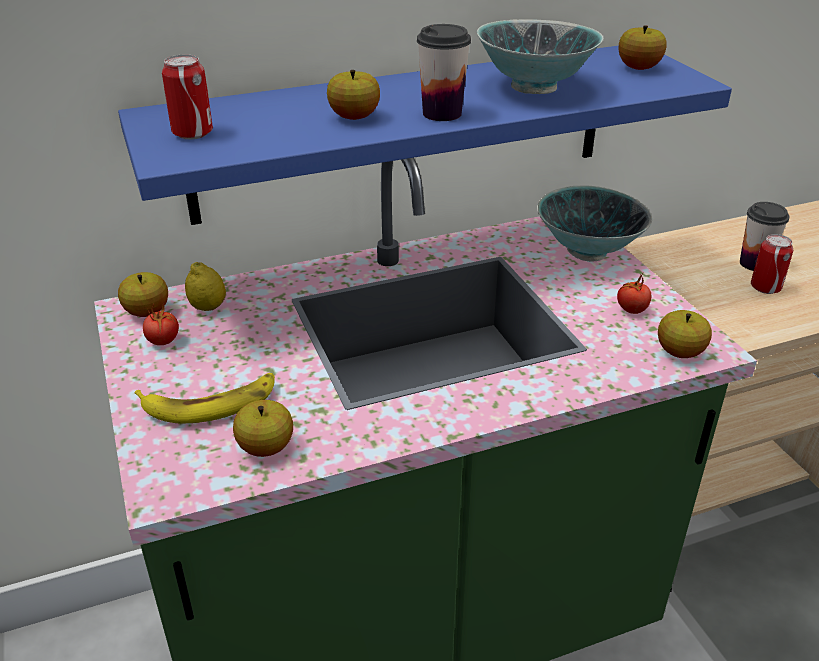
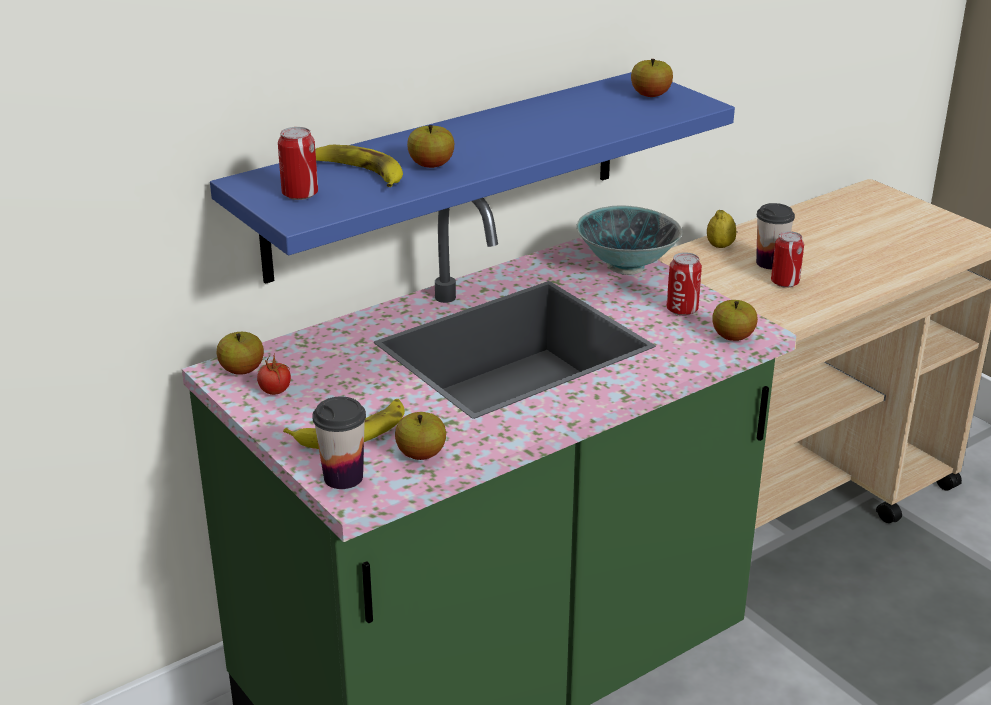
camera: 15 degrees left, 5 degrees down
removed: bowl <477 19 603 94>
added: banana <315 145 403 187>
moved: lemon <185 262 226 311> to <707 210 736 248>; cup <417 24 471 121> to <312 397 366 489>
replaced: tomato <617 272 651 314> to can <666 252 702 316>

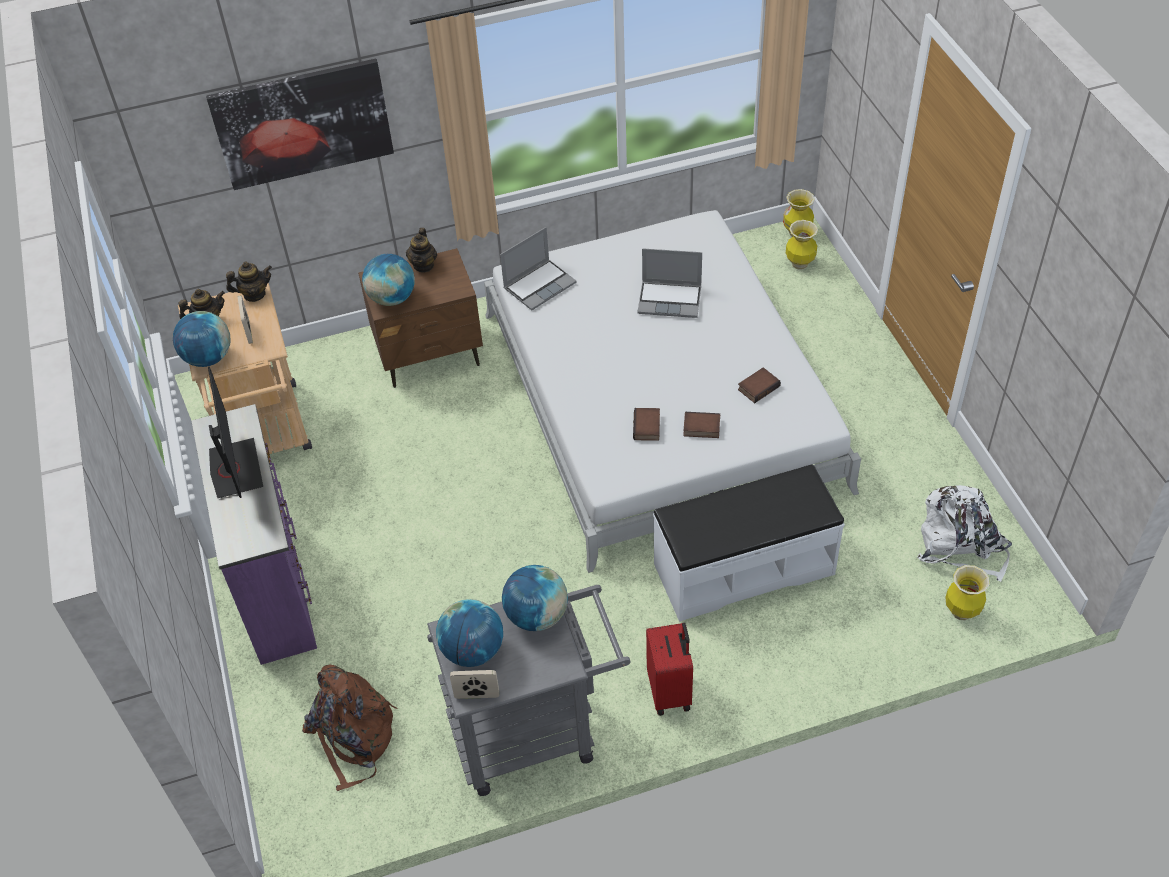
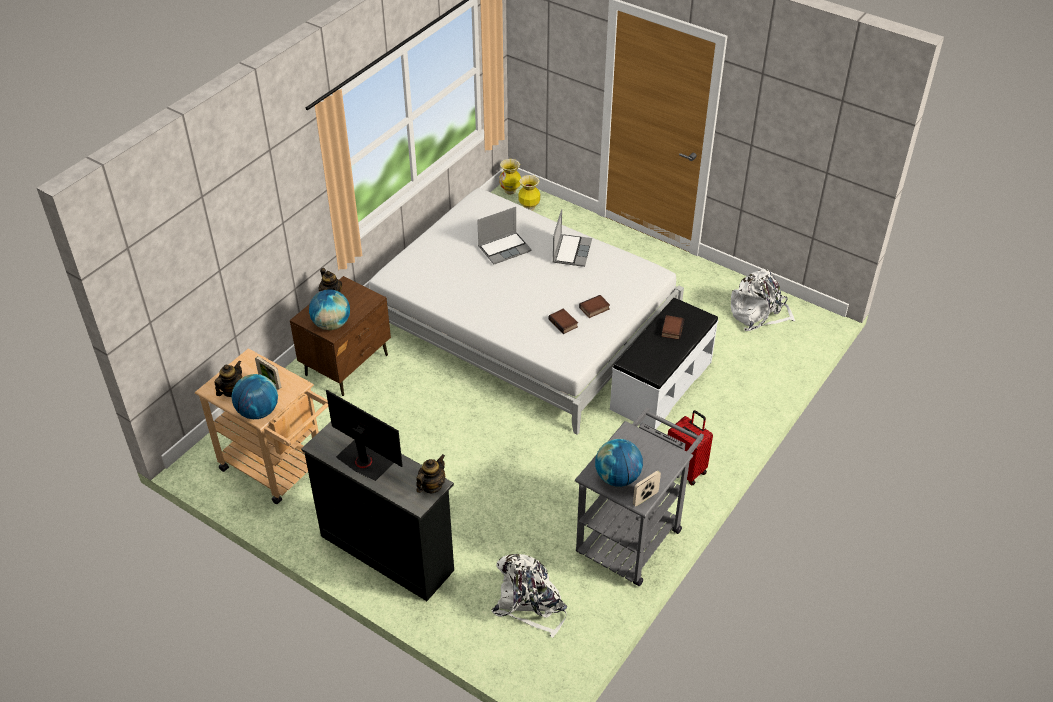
camera: 40 degrees left, 5 degrees down
removed: picture <206 59 394 190>; globe <502 565 568 631>; vase <946 565 990 620>
moved: teapot <226 262 272 302> to <416 454 445 493>; laptop <500 227 577 310> to <553 209 592 267>; book <738 367 781 403> to <661 315 684 340>
recoloured: purple dresser <191 404 317 665> to black dresser <301 422 454 601>; brown backpack <302 665 397 791> to white backpack <491 554 567 638>

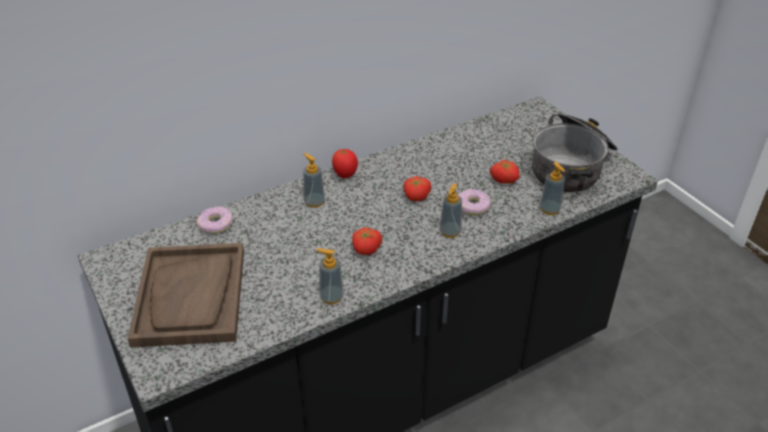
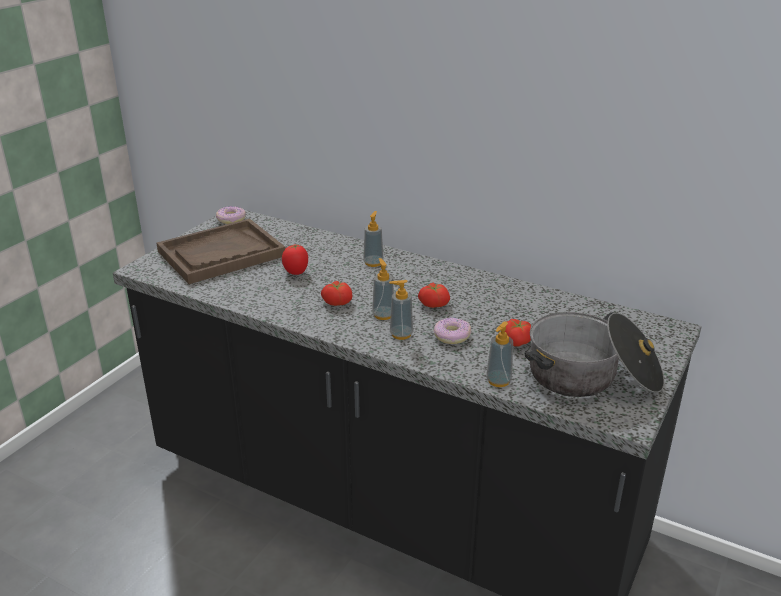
camera: 60 degrees right, 10 degrees down
moved: donut <197 207 233 234> to <216 206 246 224>; soap dispenser <316 248 344 304> to <372 258 394 320>; tomato <332 149 358 178> to <282 244 308 275>

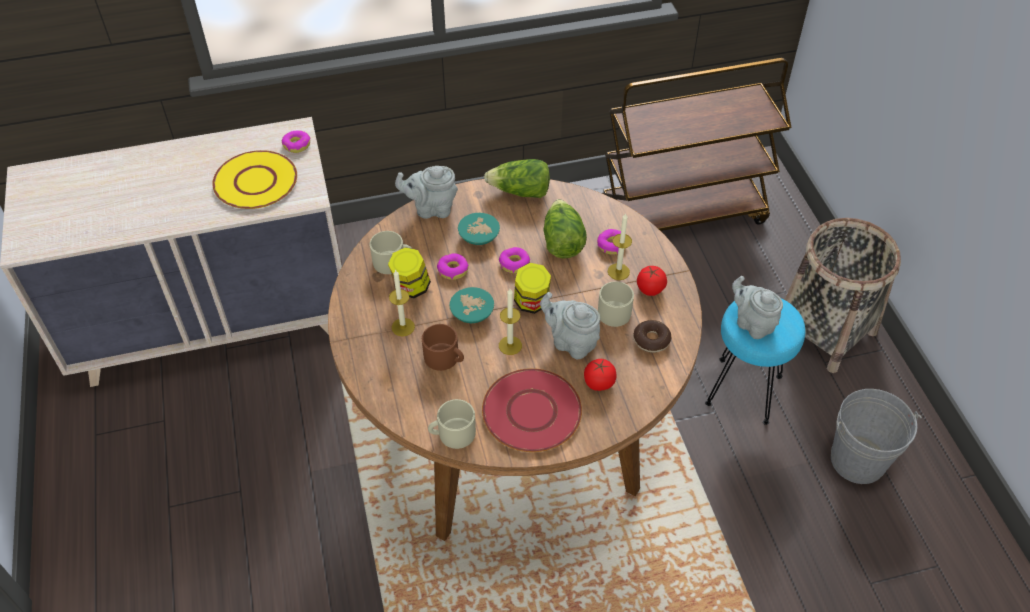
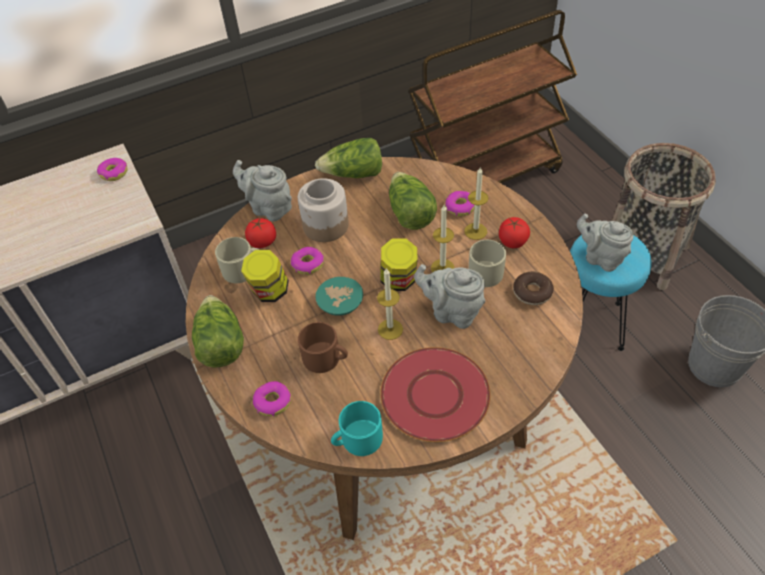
camera: 10 degrees left, 0 degrees up
removed: yellow plate <212 150 297 209>
added: lettuce <192 295 244 368>
moved: candle <389 269 415 336> to <431 205 454 273>; donut <499 247 530 273> to <253 381 291 416>; tomato <584 359 617 391> to <245 218 276 248>
replaced: turquoise bowl <458 213 500 245> to jar <298 178 349 242>
recoloured: beige mug <428 399 476 449> to turquoise mug <331 401 383 456>
turned: grey teapot <395 166 458 219> = <233 160 292 222> 45 degrees clockwise

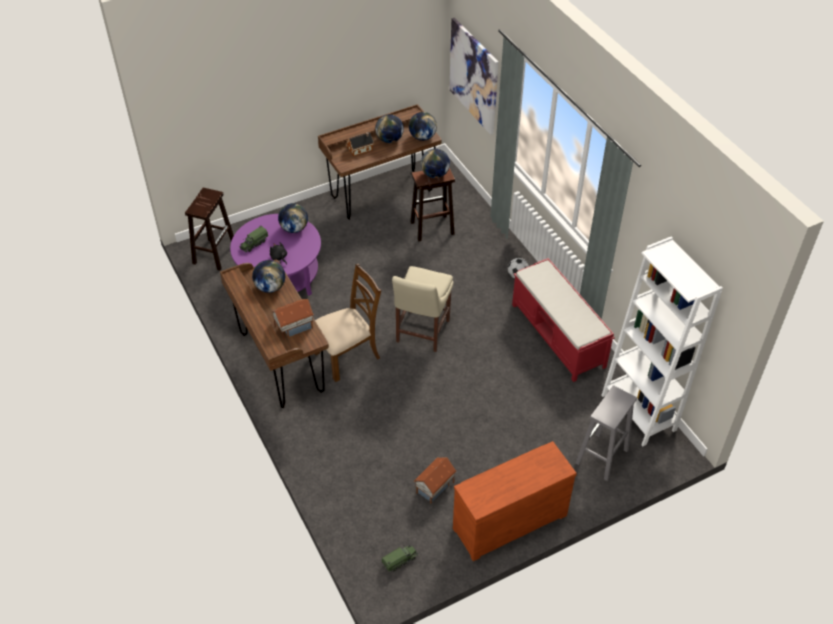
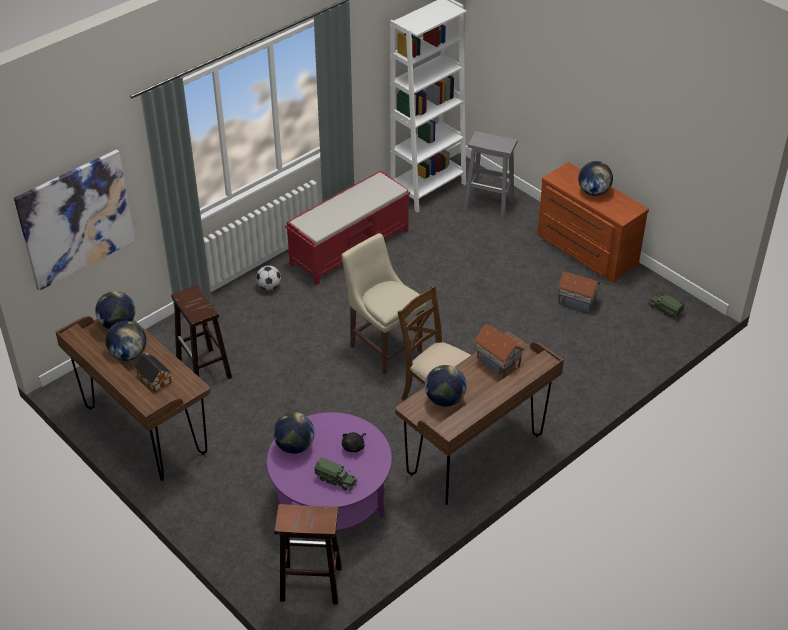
camera: 105 degrees left, 5 degrees down
moved: globe <421 149 450 178> to <578 161 613 196>
turned: beige chair <392 266 454 352> = <342 233 426 375> 135 degrees counterclockwise

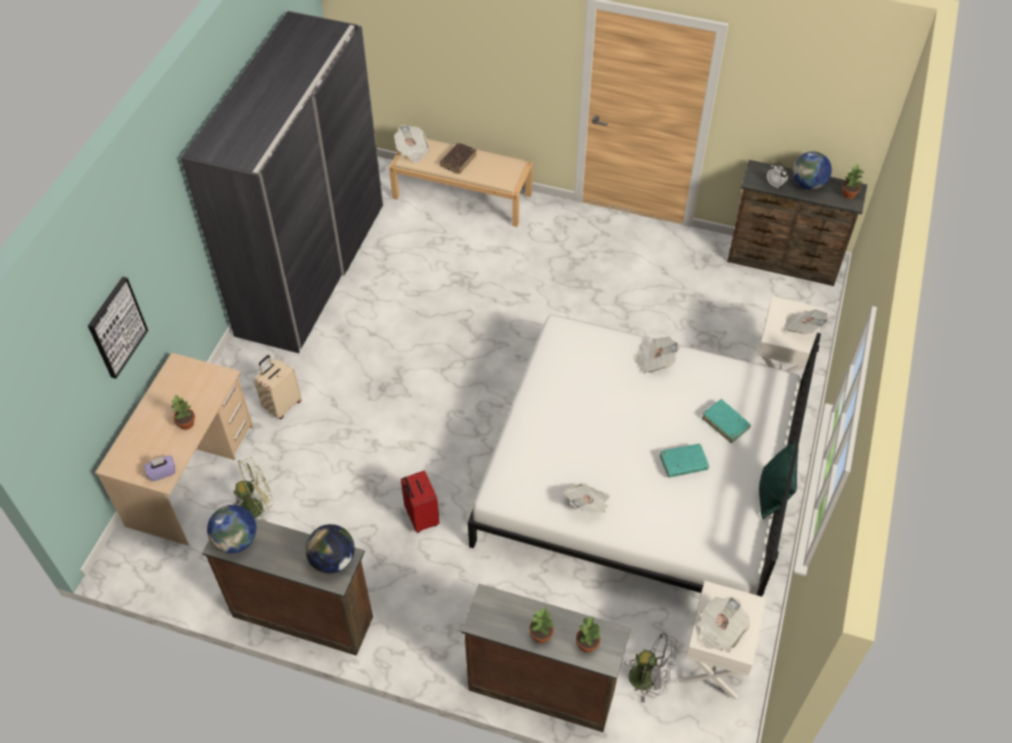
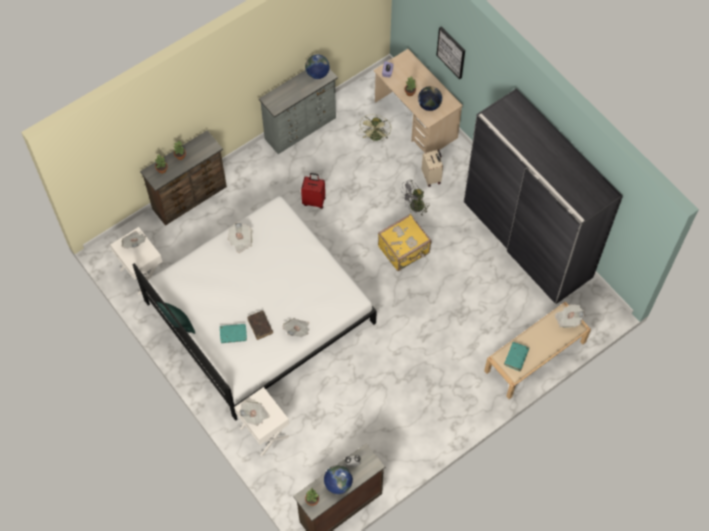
camera: 125 degrees right, 10 degrees up
added: yellow suitcase <378 214 432 271>
moved: globe <305 524 355 574> to <418 86 442 111>; brown book <440 143 476 174> to <247 311 273 340>; grey fan <625 633 677 703> to <401 180 430 215>; turquoise book <660 444 709 478> to <504 342 529 371>
recoloured: brown dresser <202 518 373 656> to grey dresser <259 69 338 154>

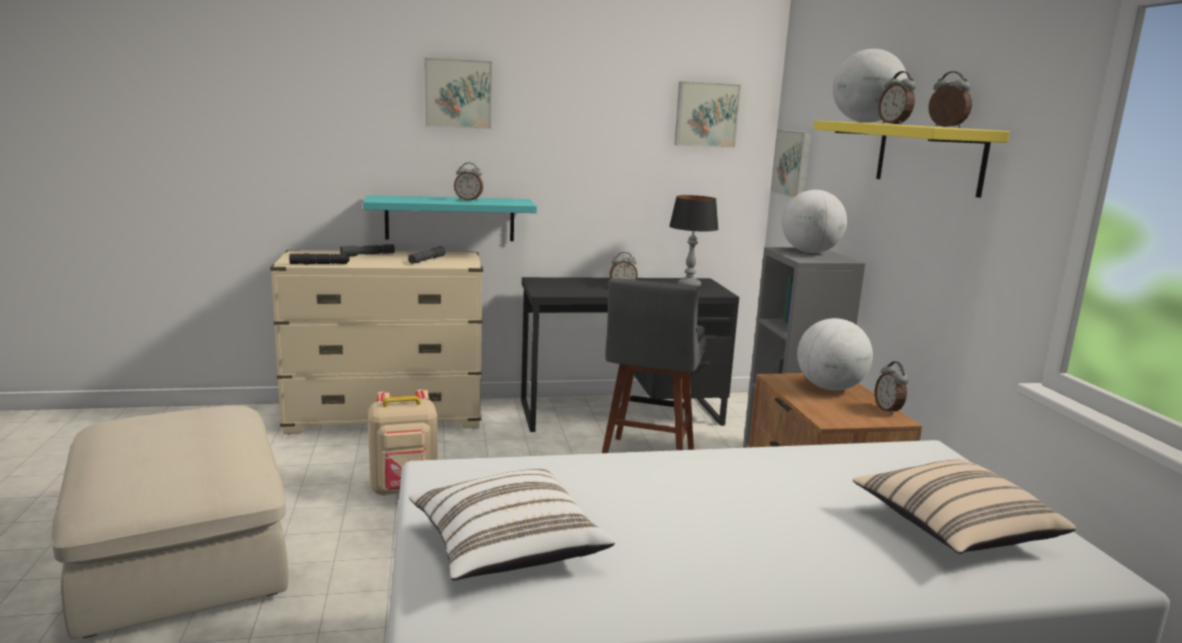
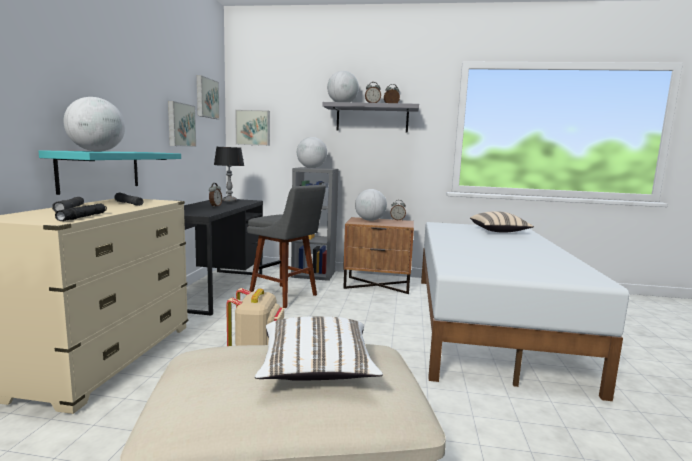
camera: 70 degrees left, 5 degrees down
removed: alarm clock <454 163 483 201>
added: globe <64 97 125 152>
moved: white pillow <409 469 615 581> to <255 317 383 381>; picture <424 57 492 129> to <168 101 196 147>
recoloured: yellow shelf <813 120 1010 198> to grey shelf <322 102 419 133>

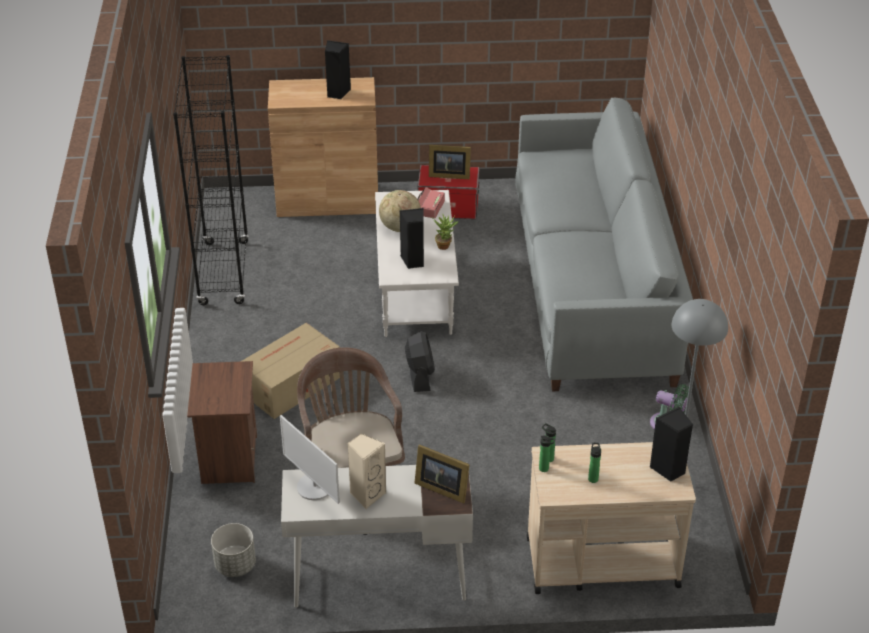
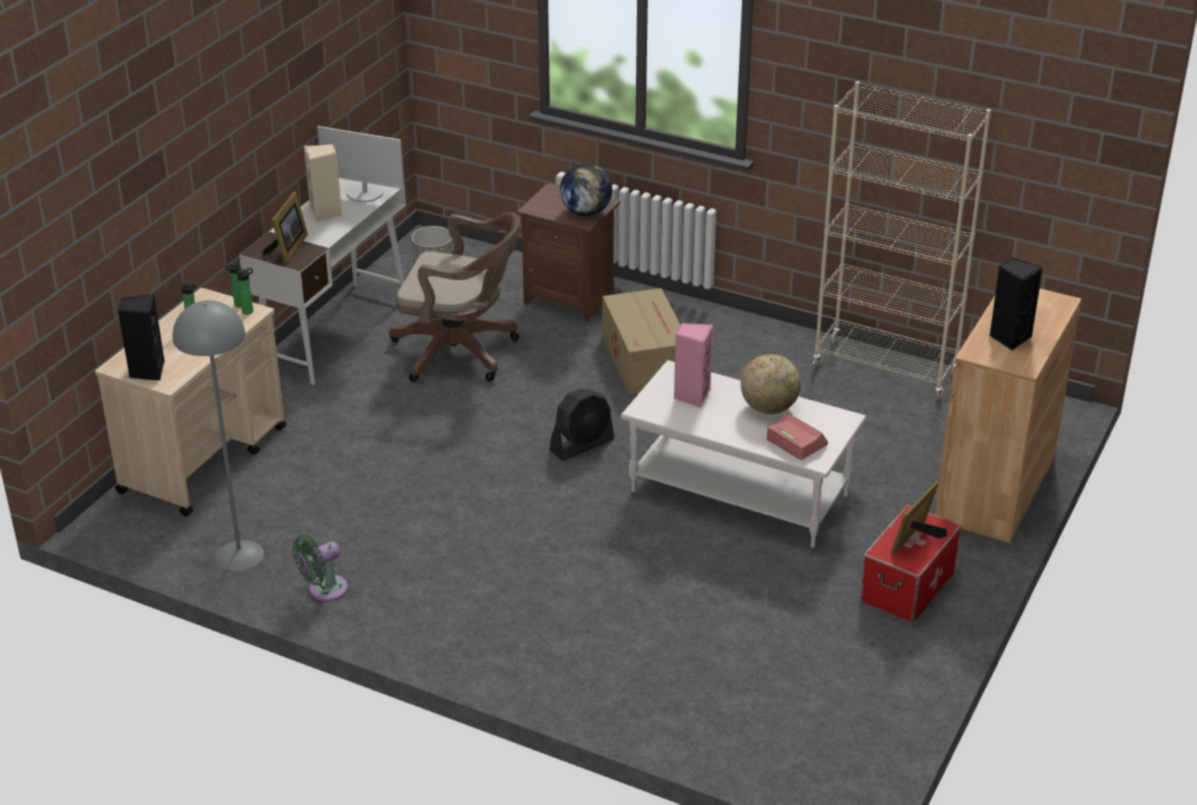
camera: 120 degrees right, 5 degrees down
removed: potted plant <431 214 459 250>; grey sofa <515 98 693 391>
added: globe <560 163 612 216>
recoloured: black bookcase <173 55 249 305> to beige bookcase <813 81 991 400>; black speaker <399 208 424 269> to pink speaker <674 323 713 408>
turned: monitor <280 415 340 504> = <317 126 404 203> 150 degrees counterclockwise; black fan <405 331 435 392> = <549 389 614 461> 60 degrees counterclockwise; picture frame <414 445 470 503> = <263 192 308 264> 135 degrees clockwise

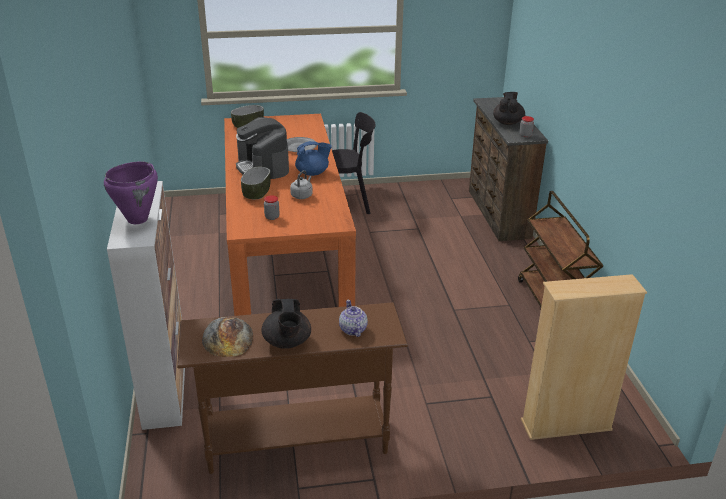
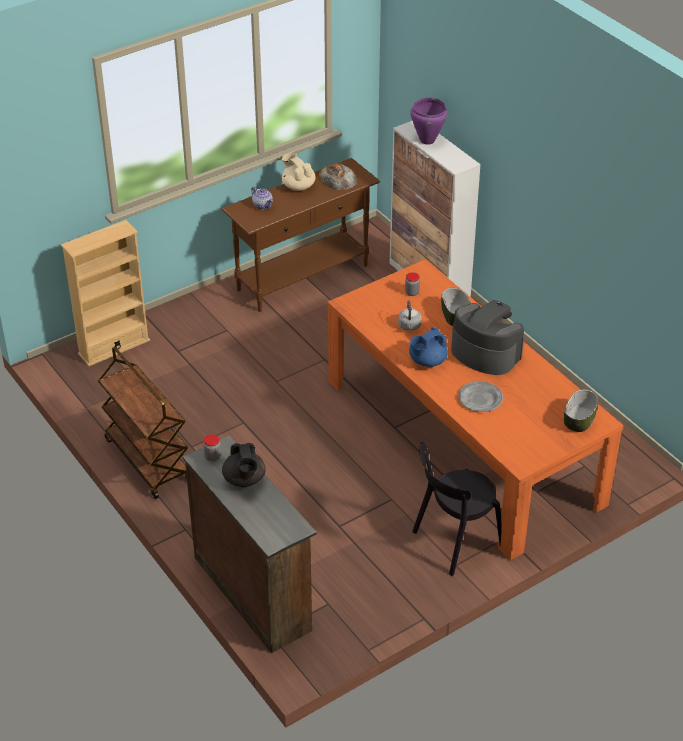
camera: 155 degrees right, 10 degrees up
recoloured: black teapot <261 299 311 349> to beige teapot <282 153 316 191>

